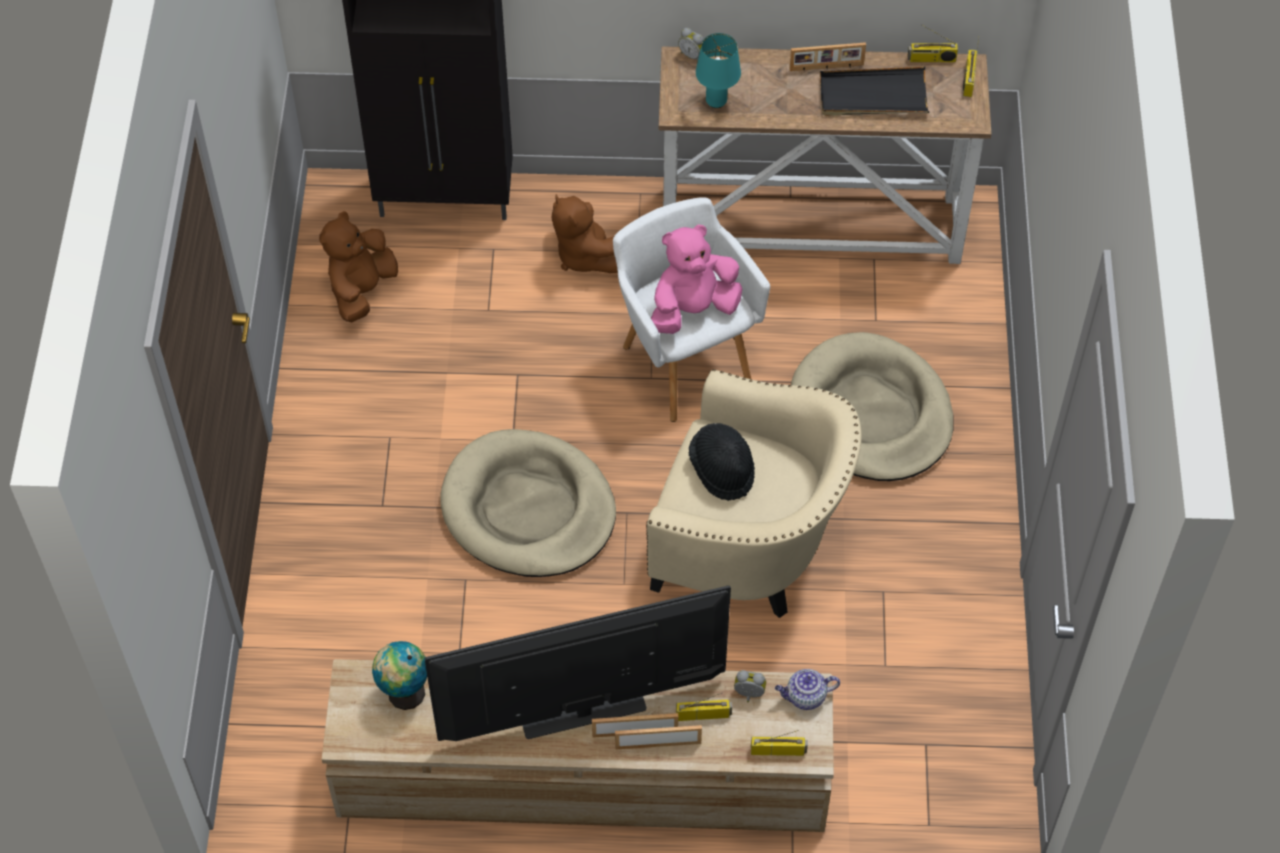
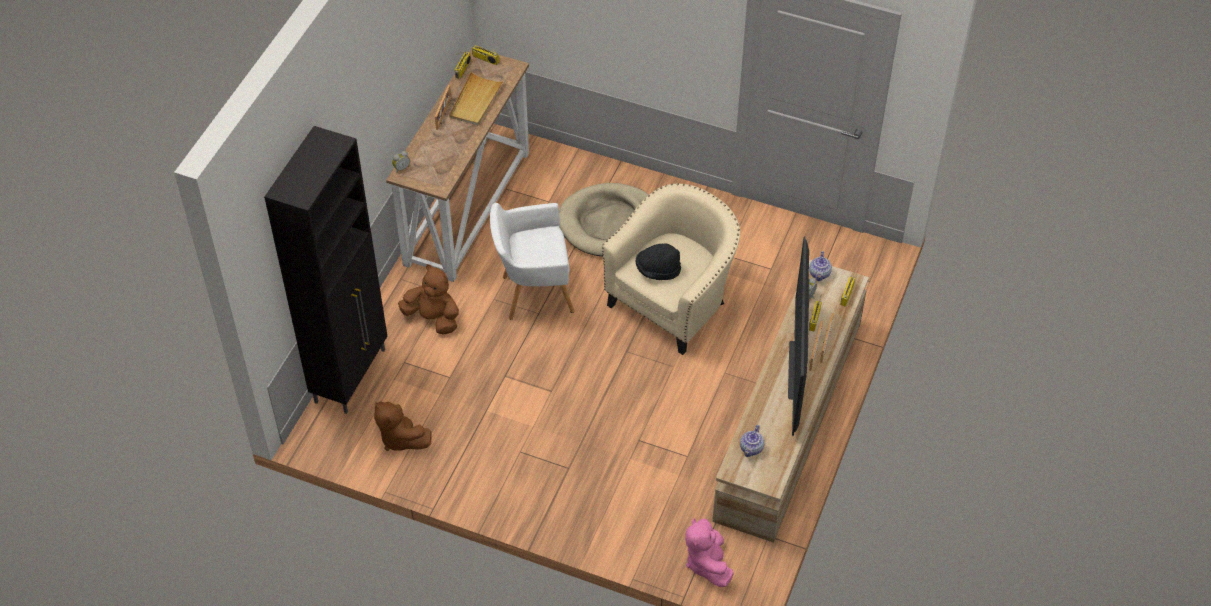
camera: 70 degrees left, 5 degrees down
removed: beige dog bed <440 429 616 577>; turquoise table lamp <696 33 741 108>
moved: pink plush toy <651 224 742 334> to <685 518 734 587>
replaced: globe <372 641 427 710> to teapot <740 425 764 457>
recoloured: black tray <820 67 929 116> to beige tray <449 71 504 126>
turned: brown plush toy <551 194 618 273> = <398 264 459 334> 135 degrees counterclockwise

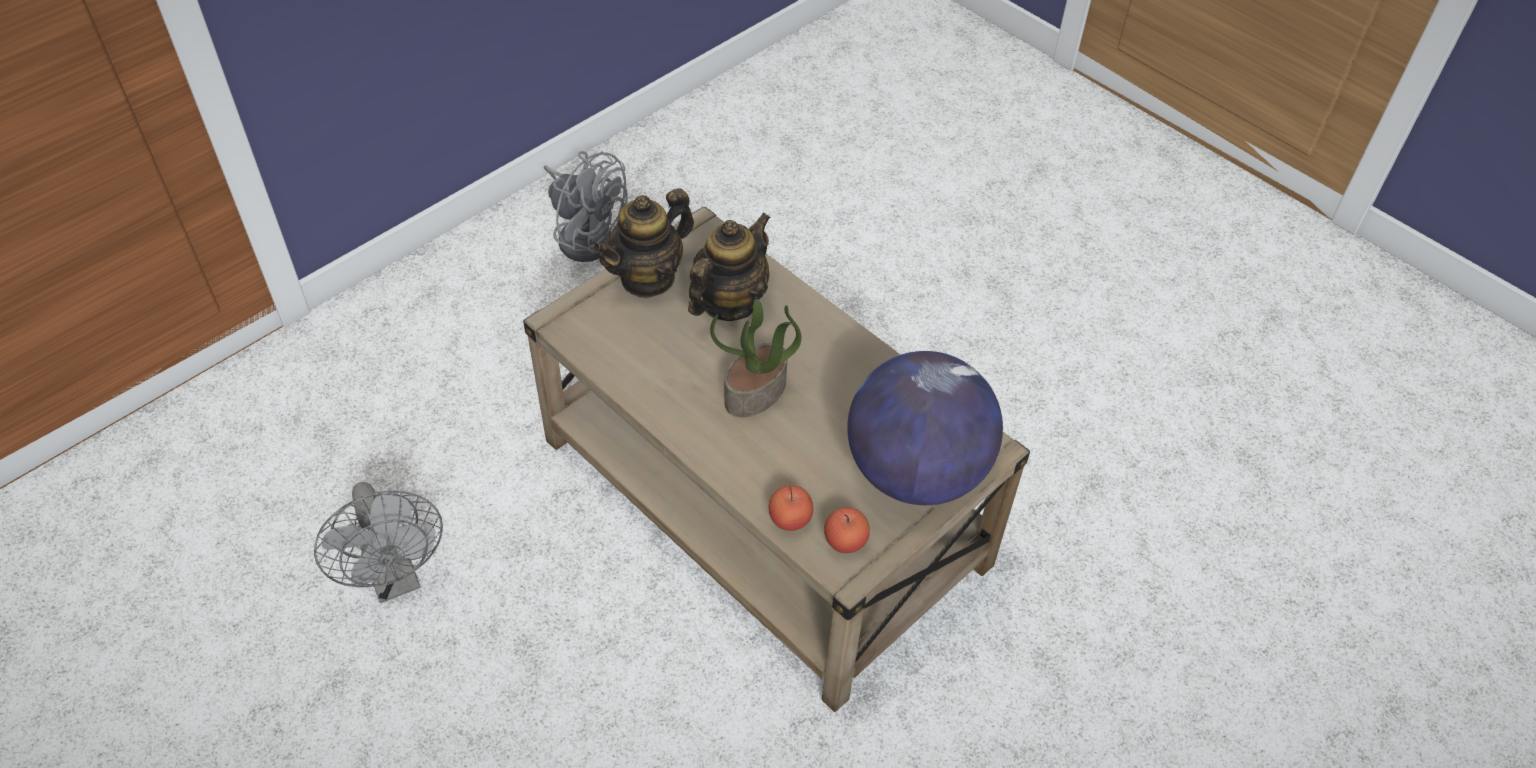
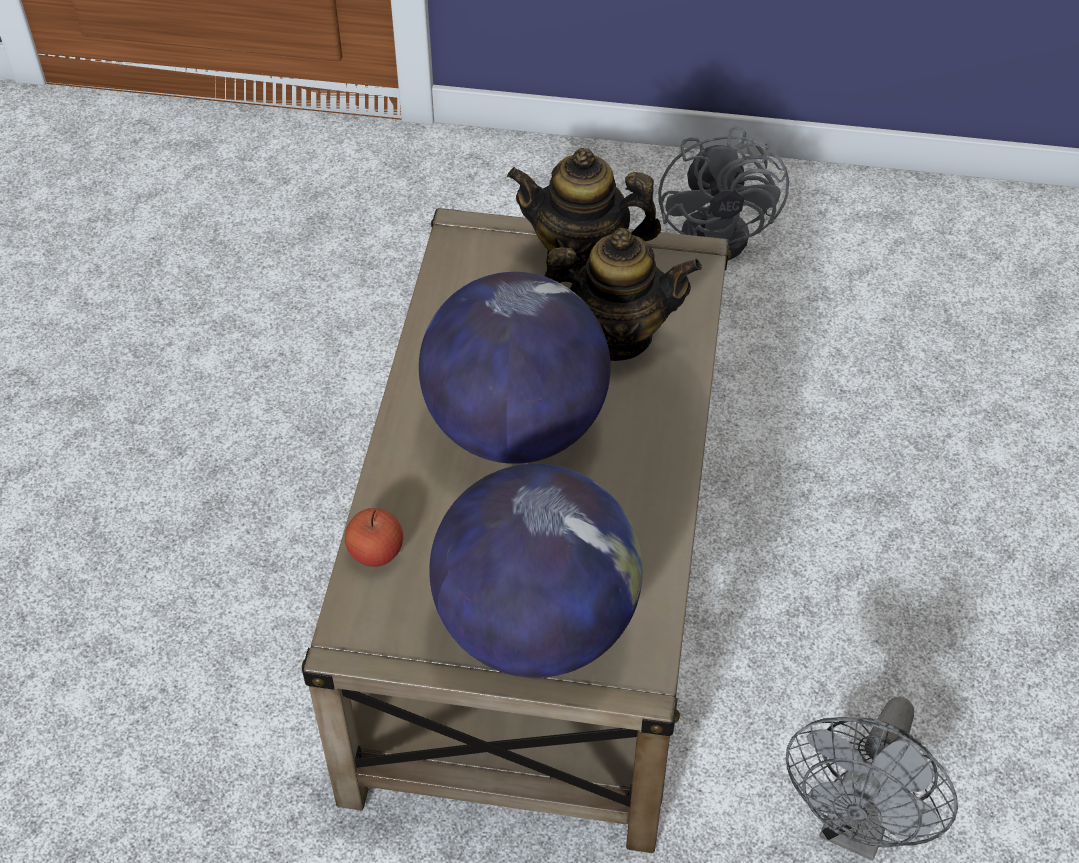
camera: 55 degrees right, 0 degrees up
removed: apple <824 507 870 553>
moved: grey fan <314 482 443 603> to <786 697 958 861>
replaced: potted plant <710 299 802 417> to globe <419 272 611 464>

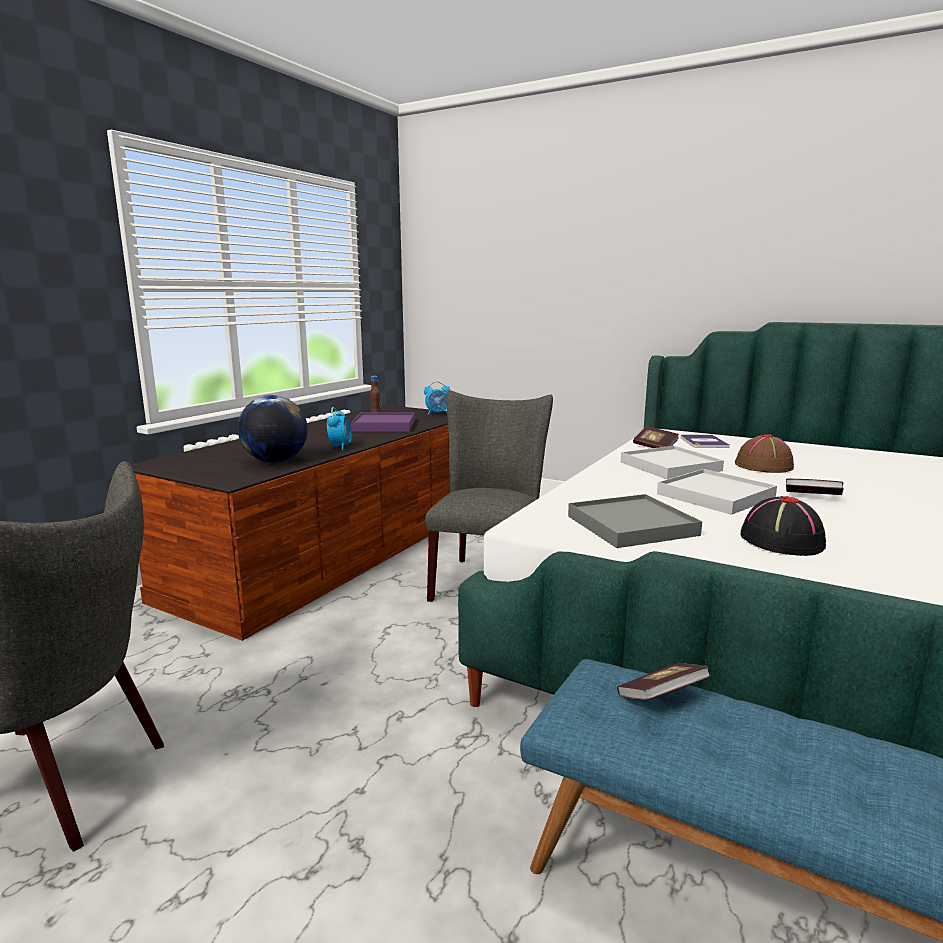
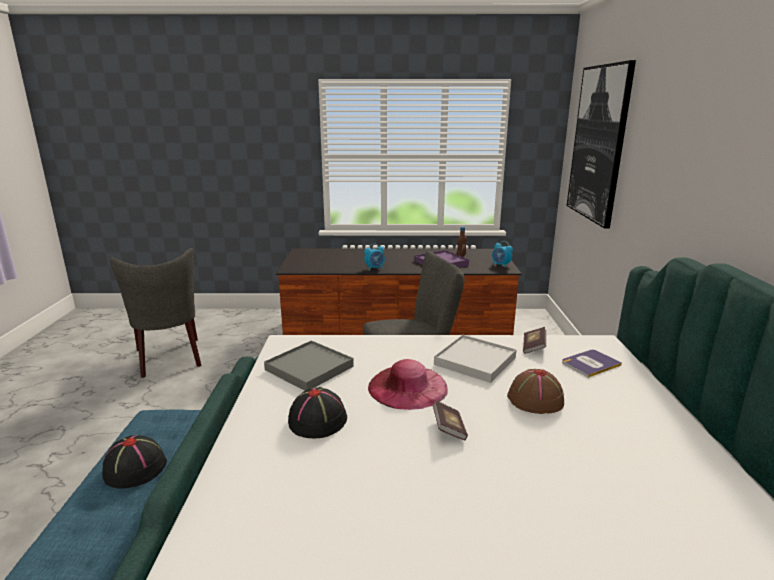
camera: 60 degrees right, 5 degrees up
removed: globe <238 395 308 463>; book <617 663 711 700>
added: black hat <102 435 167 488>; picture <567 60 636 229>
replaced: white tray <657 469 777 515> to pink hat <368 359 448 410>

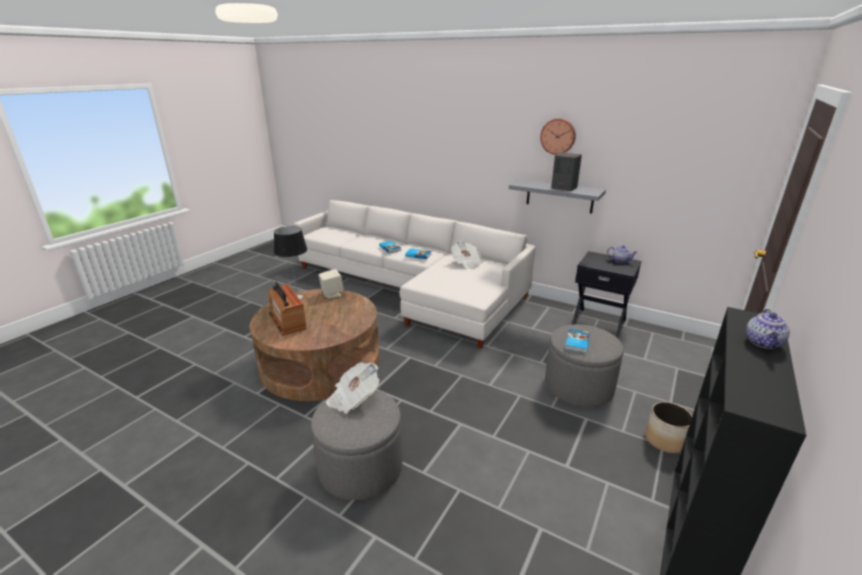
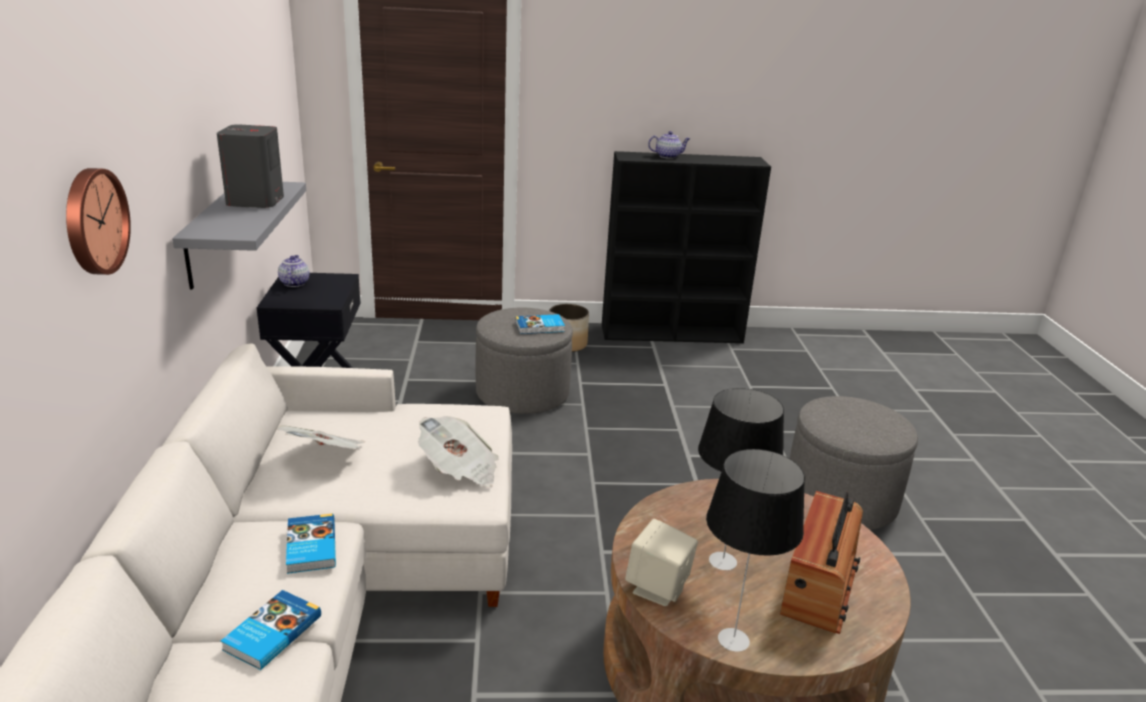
camera: 125 degrees left, 0 degrees up
added: table lamp <698 388 784 570>
moved: newspaper <326 362 379 414> to <418 416 499 487>; wall clock <540 118 576 155> to <66 168 131 275>

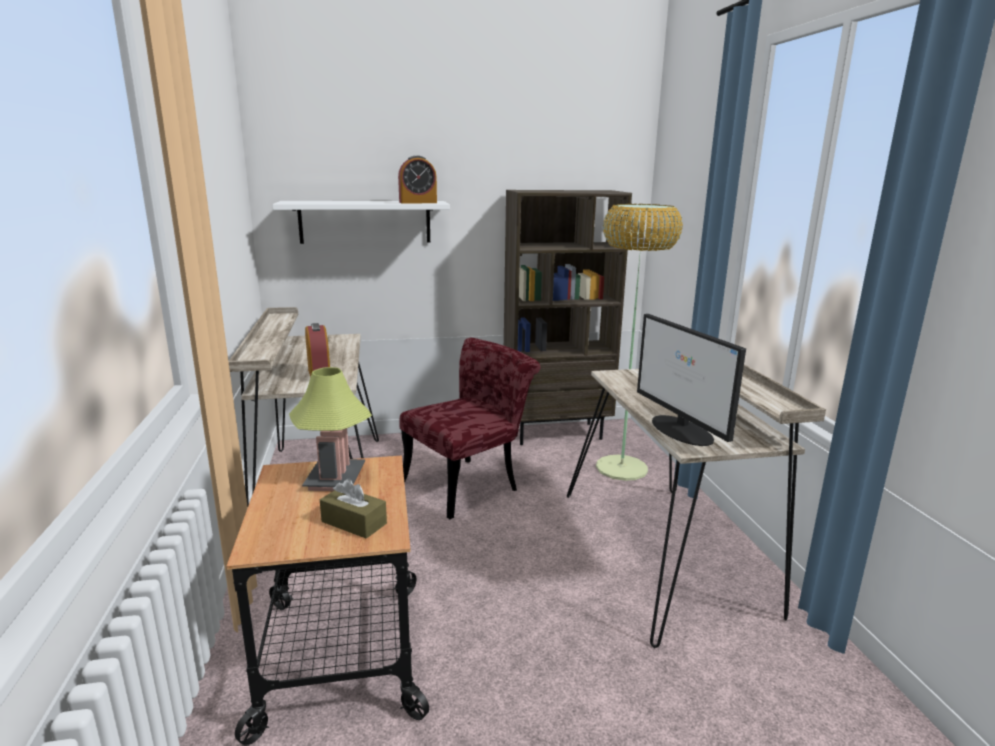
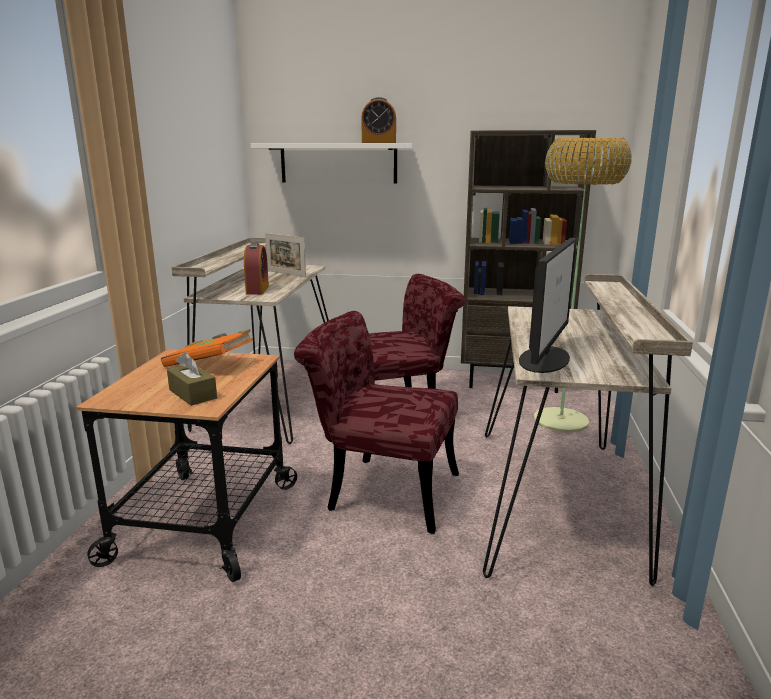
camera: 20 degrees right, 0 degrees up
added: picture frame <265 233 306 277>; red chair <294 311 459 534>
replaced: table lamp <289 367 372 491> to orange book <161 329 253 367>
turned: monitor <637 314 746 446> = <519 238 577 373> 150 degrees counterclockwise

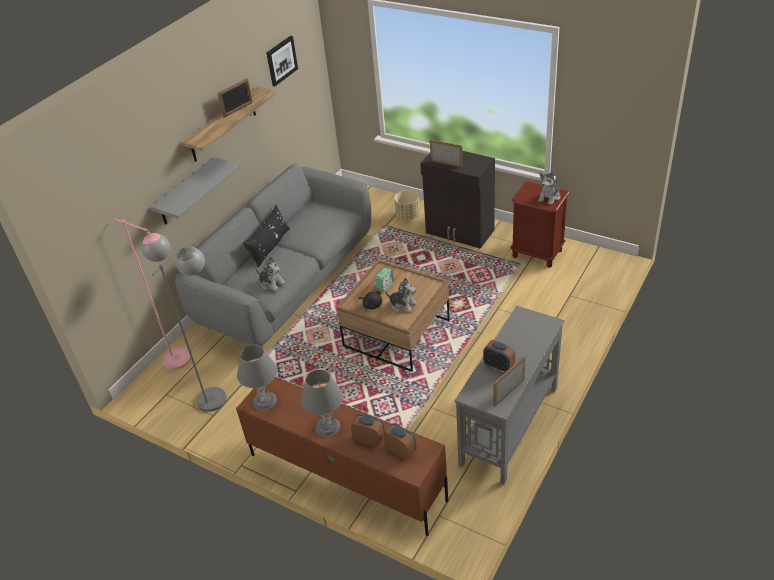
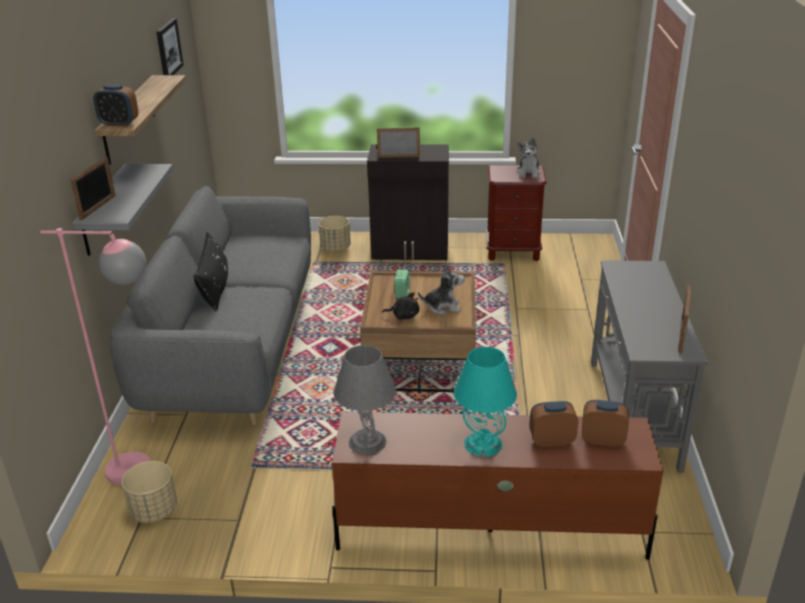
camera: 30 degrees left, 10 degrees down
removed: grey floor lamp <152 246 227 412>; plush toy <256 257 286 292>
added: beige planter <122 461 177 523>
moved: picture frame <218 78 253 118> to <70 157 116 220>; alarm clock <483 340 515 373> to <93 84 138 127>
recoloured: grey table lamp <301 369 343 437> to turquoise table lamp <454 347 517 457>

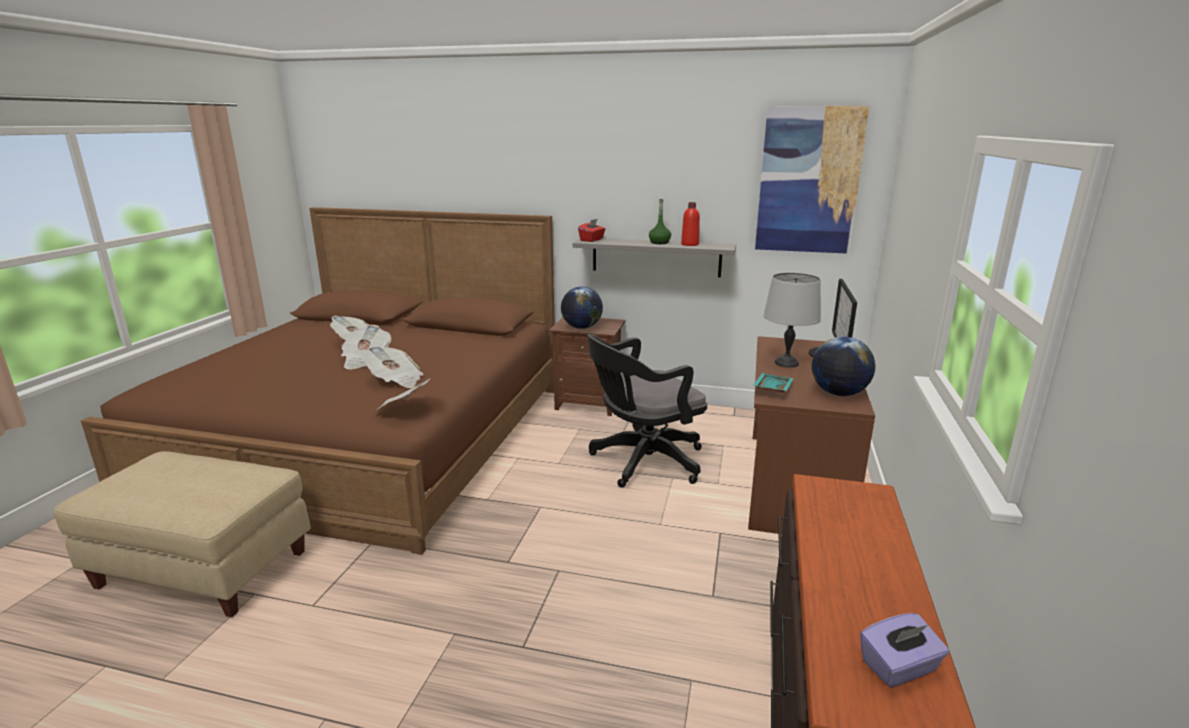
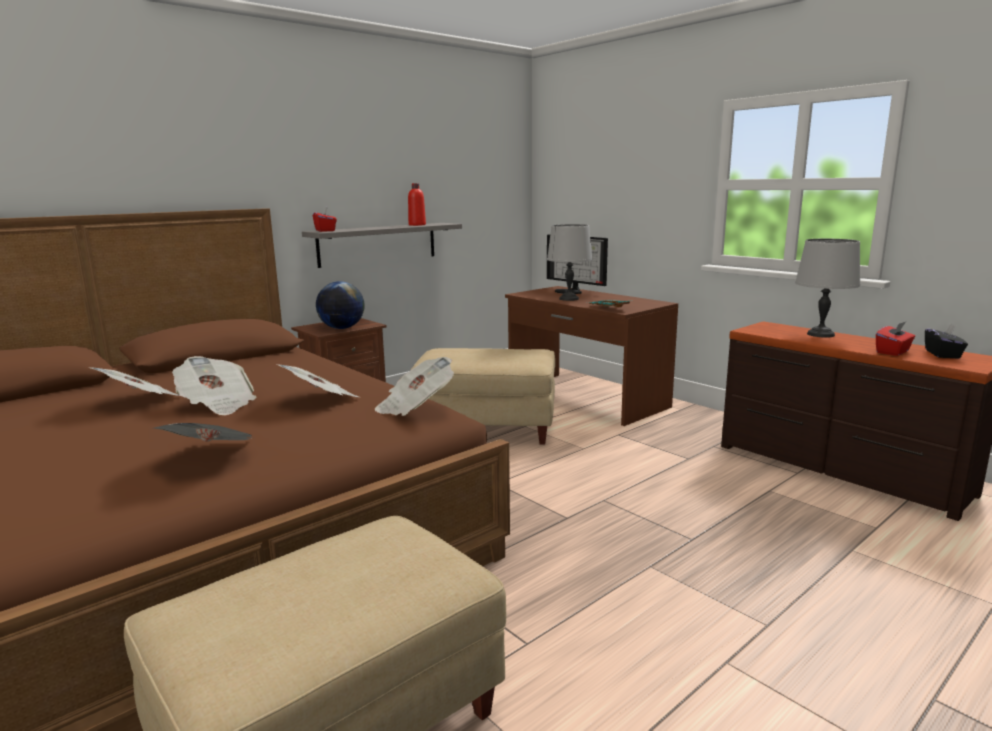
camera: 55 degrees left, 5 degrees down
removed: green bottle <649 199 671 244>; picture <755 106 869 254>; globe <812 336 875 396>
added: newspaper <155 423 255 442>; grey table lamp <795 239 860 338>; red tissue box <876 322 915 356>
replaced: black office chair <587 334 707 488> to beige ottoman <411 348 555 445>
recoloured: purple tissue box <860 613 949 687> to black tissue box <925 322 968 359>

